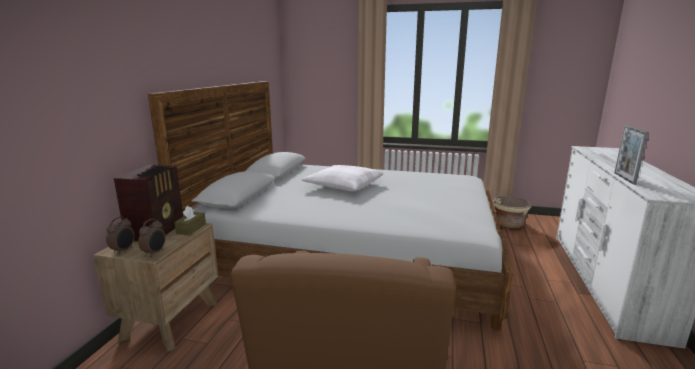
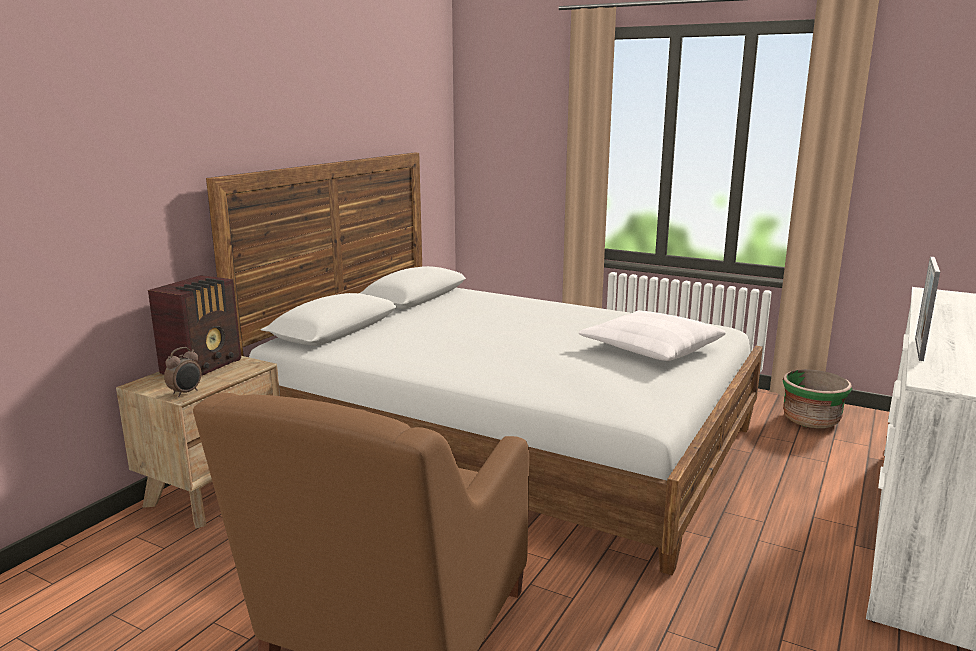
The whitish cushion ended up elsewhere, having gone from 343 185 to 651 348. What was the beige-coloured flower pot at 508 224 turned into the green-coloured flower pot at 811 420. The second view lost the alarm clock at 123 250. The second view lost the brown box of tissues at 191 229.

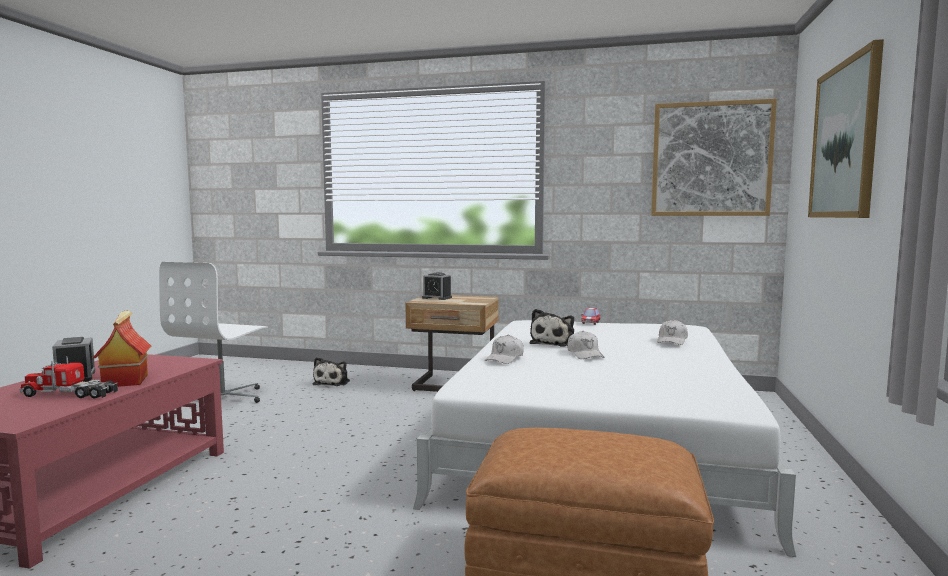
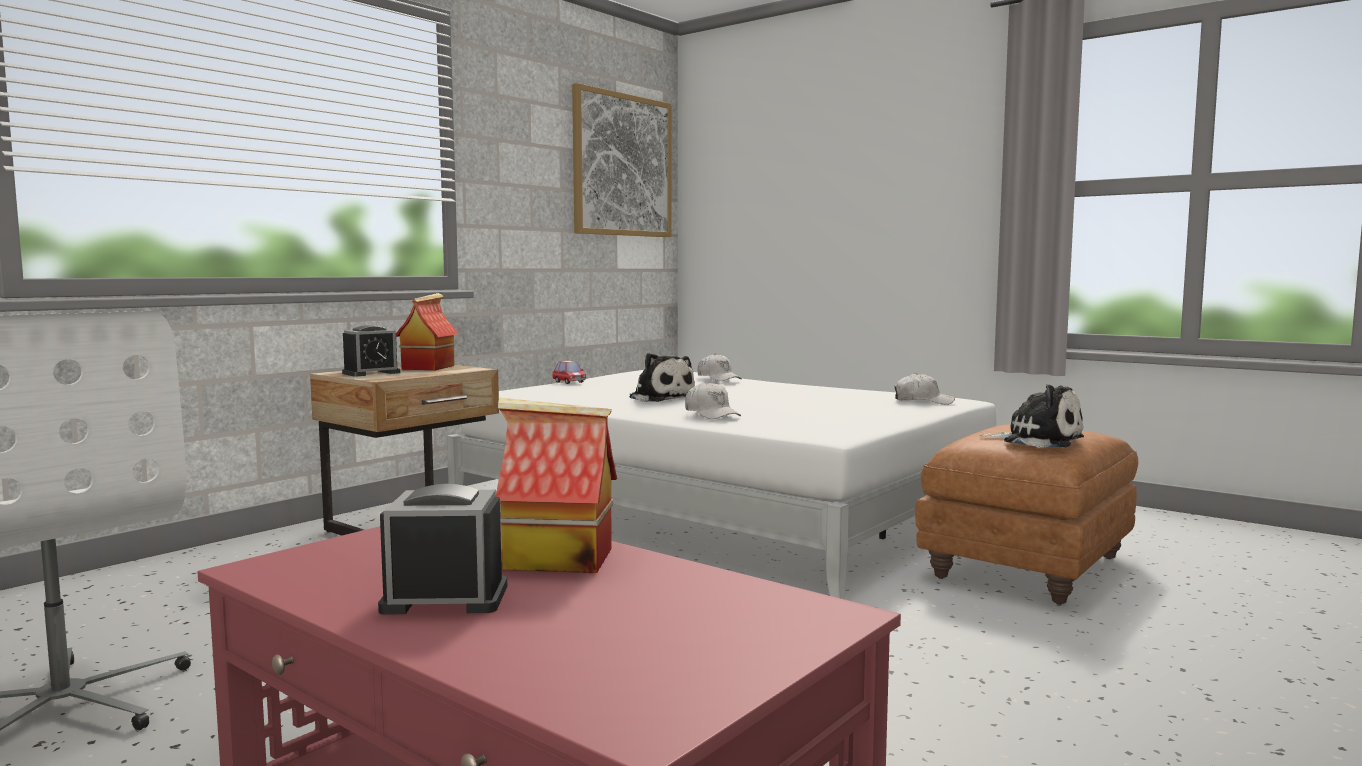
The second view gained the toy house at 428 367. The whitish baseball cap ended up elsewhere, having gone from 585 354 to 923 401. The plush toy ended up elsewhere, having gone from 333 382 to 1038 440. The second view lost the toy lorry at 70 394. The second view lost the picture at 844 140.

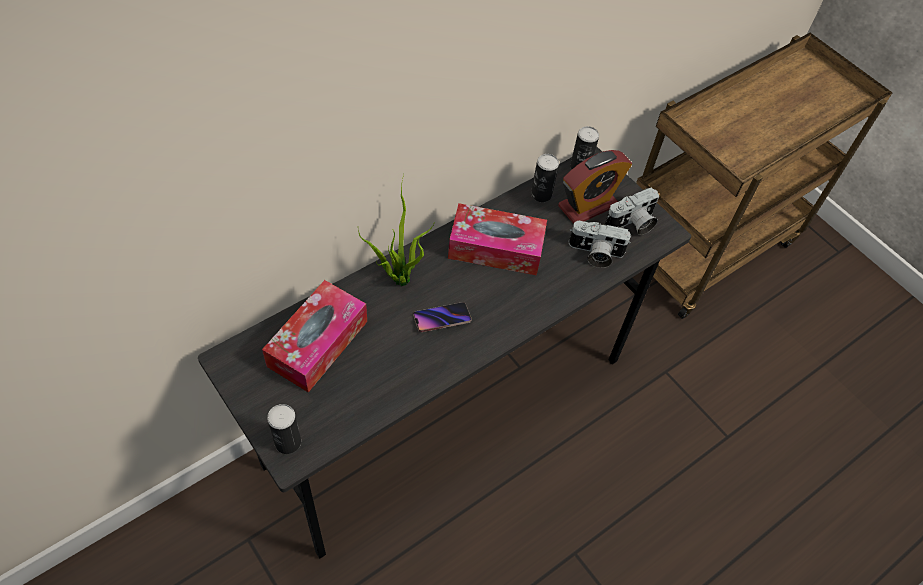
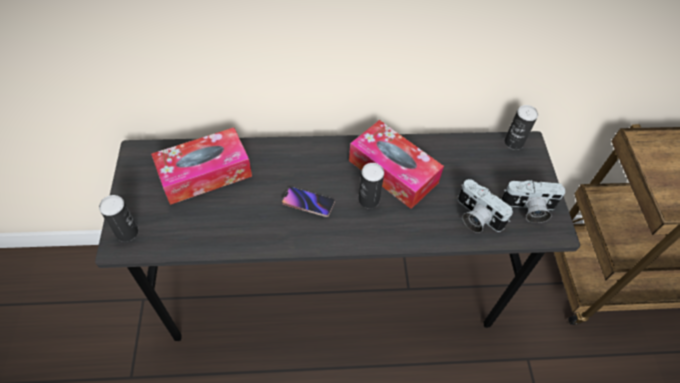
The metal can ended up elsewhere, having gone from 541 194 to 368 200. The second view lost the plant in a pot at 398 277. The second view lost the alarm clock at 588 206.

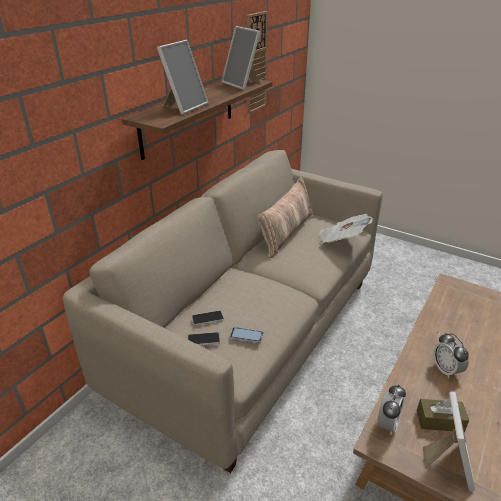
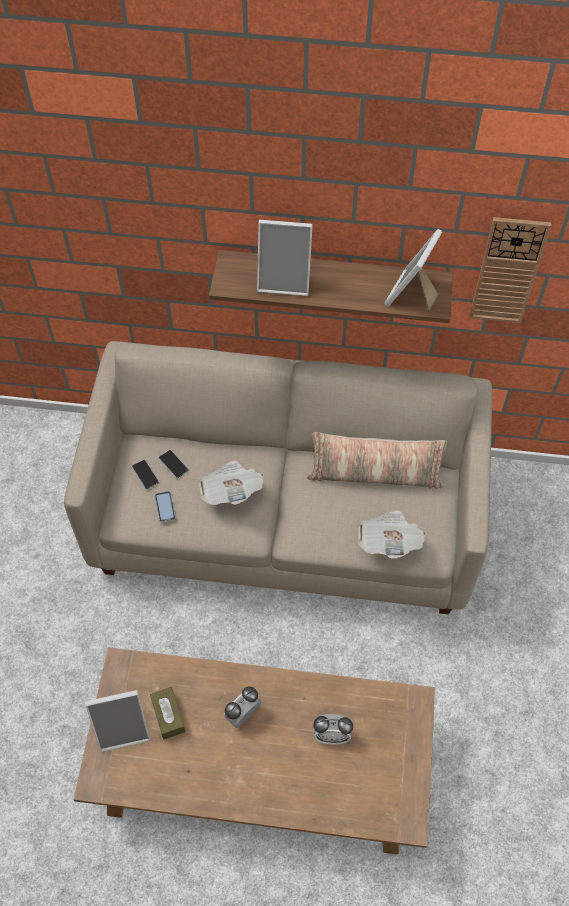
The second view gained the printed paper at 231 491. The alarm clock ended up elsewhere, having gone from 387 424 to 331 735.

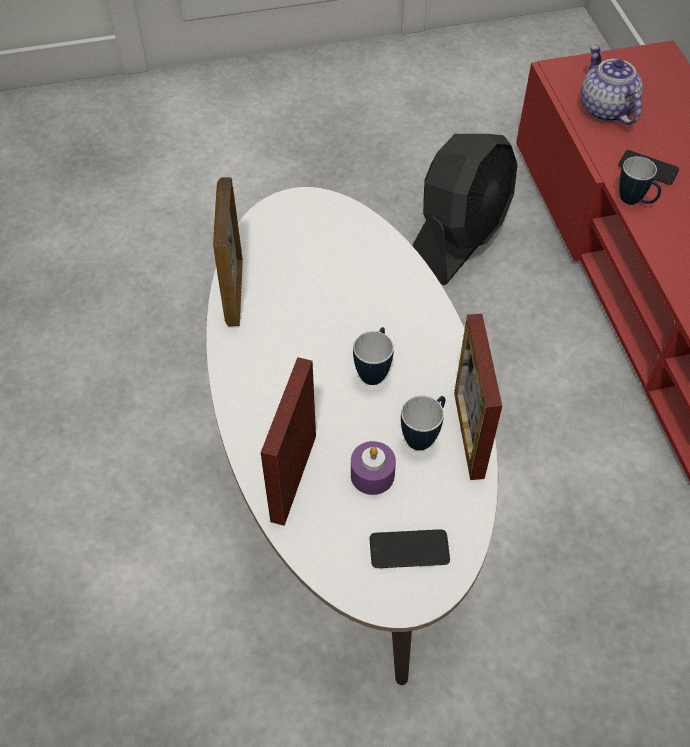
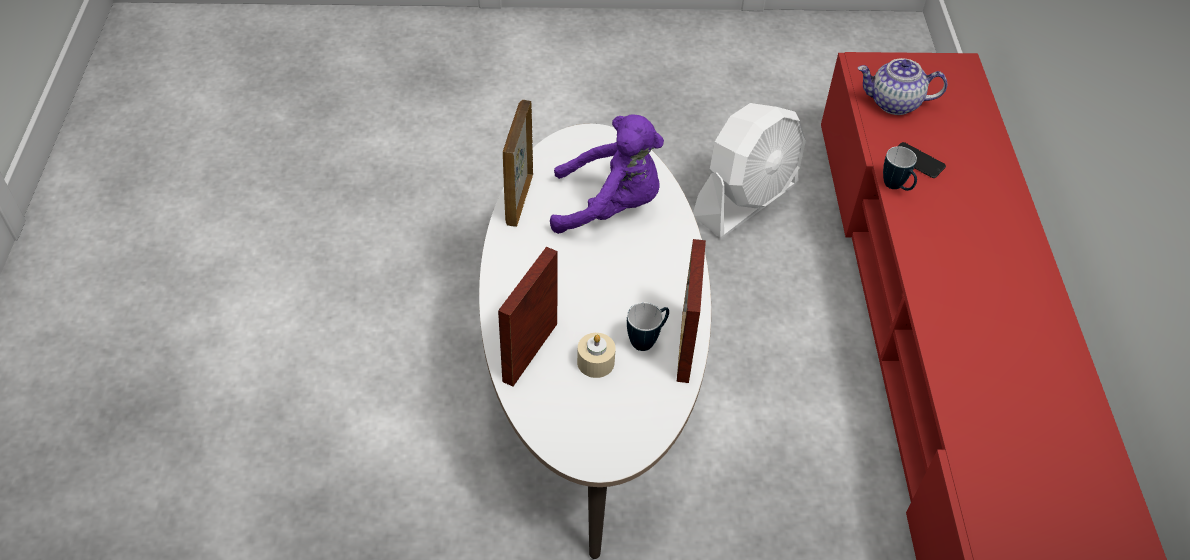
The second view gained the purplish plush toy at 610 206. What was the purplish candle at 372 475 turned into the beige-coloured candle at 595 362. What was the black-coloured cooling fan at 460 239 turned into the whitish cooling fan at 746 200. The pot for tea at 605 109 ended up facing another way, 75 degrees counterclockwise from before. The second view lost the mug at 374 370. The second view lost the handset at 409 549.

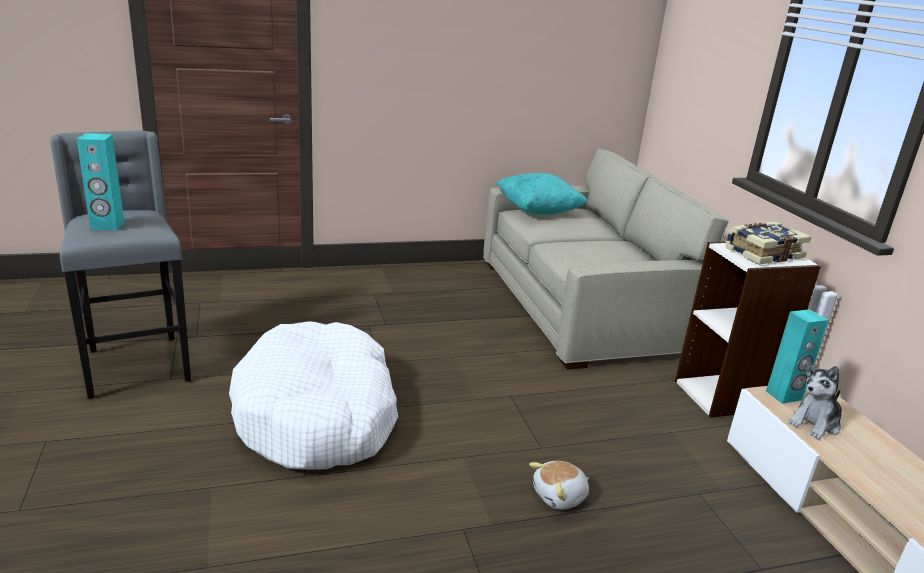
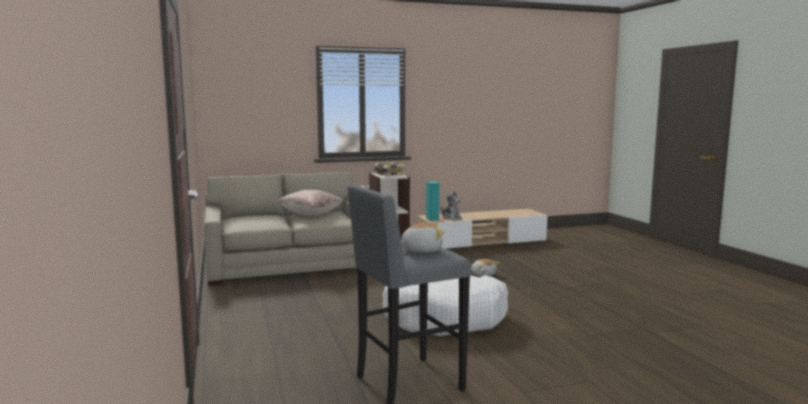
The second view gained the beige-coloured cushion at 310 215. Where the turquoise-coloured loudspeaker stood at 107 226, the plush toy came to stand at 421 250. The second view lost the turquoise-coloured cushion at 538 211.

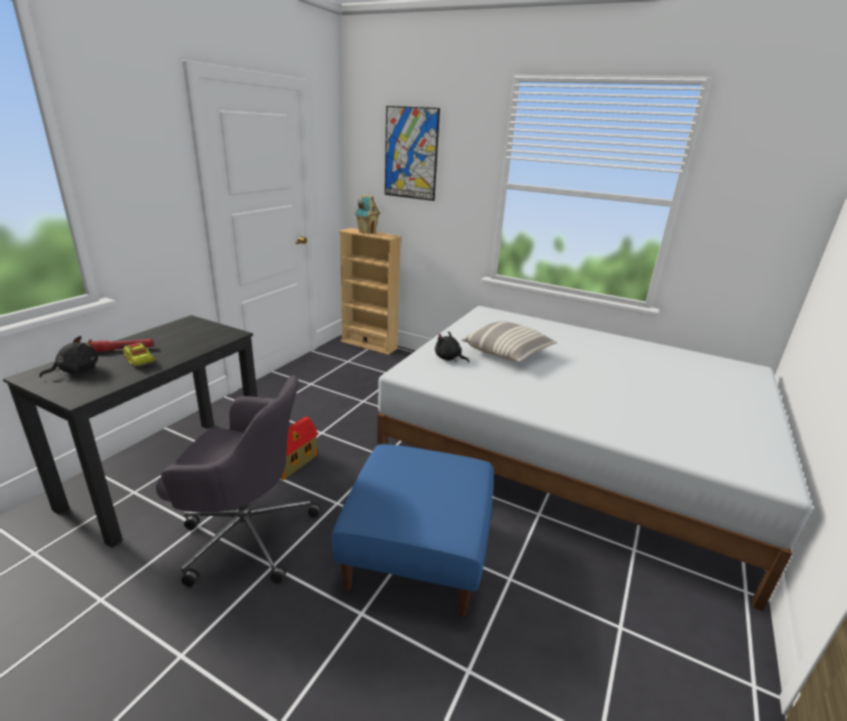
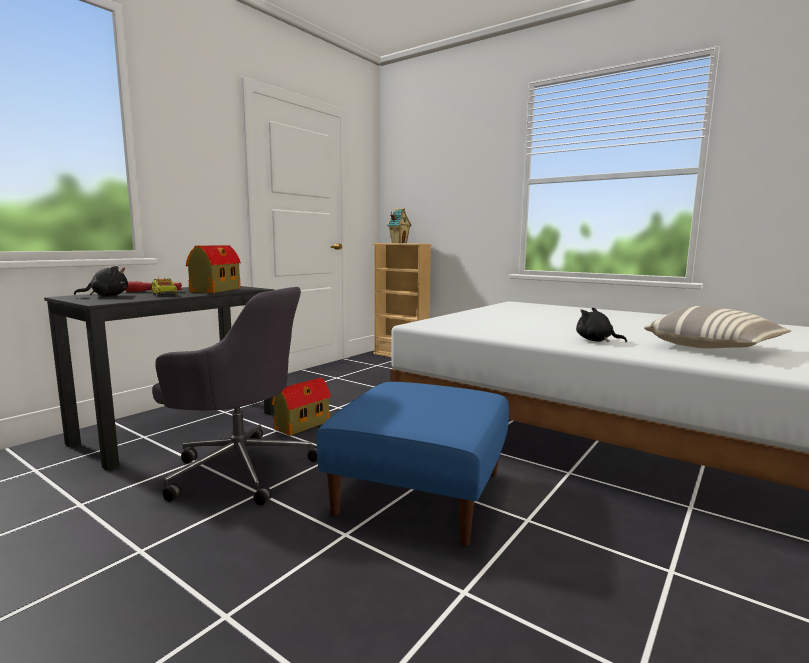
The second view gained the toy house at 215 290. The black-coloured plush toy ended up elsewhere, having gone from 449 358 to 596 341. The cushion ended up elsewhere, having gone from 507 353 to 713 348. The second view lost the picture at 411 153.

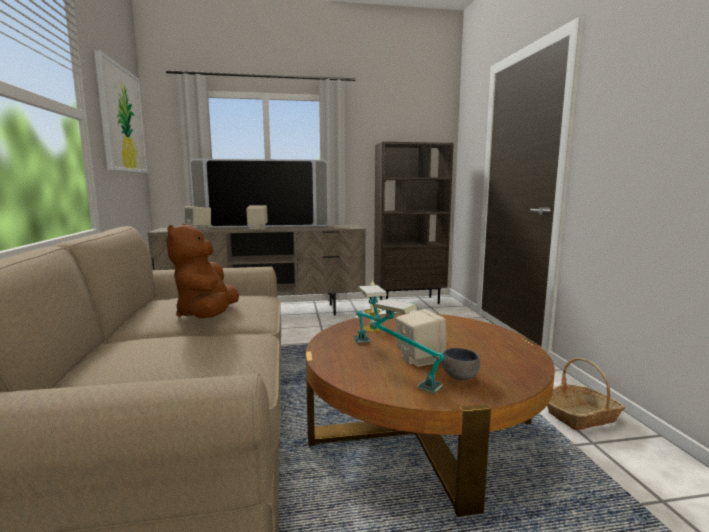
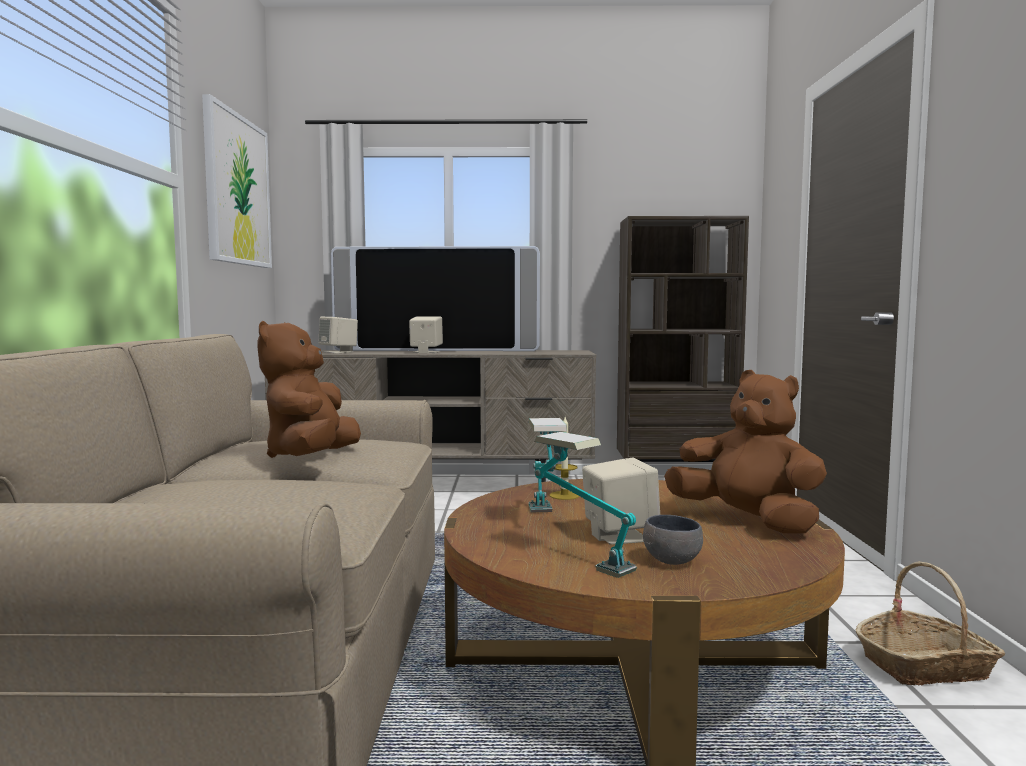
The second view gained the brown plush toy at 747 521.

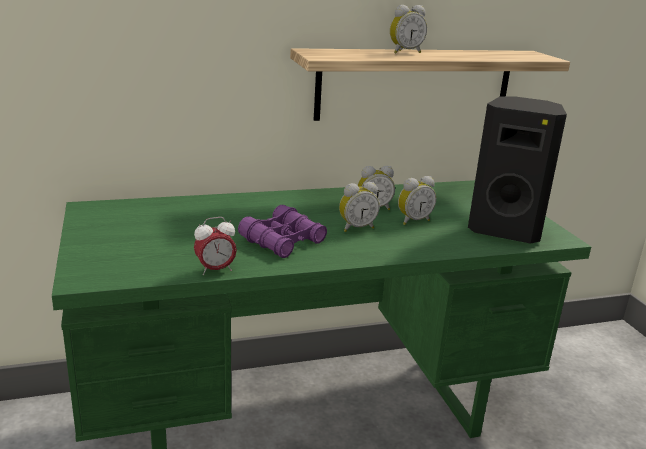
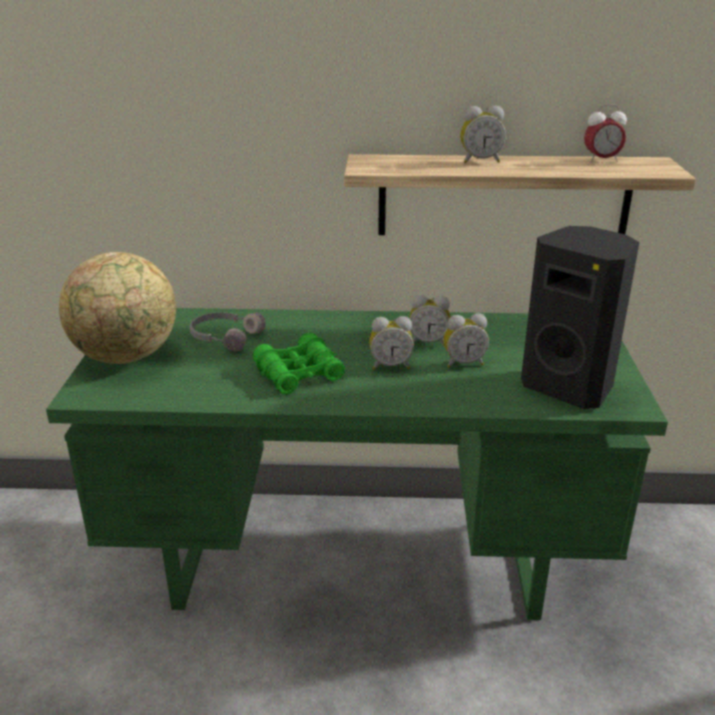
The second view gained the globe at 127 357. The second view gained the greyish headphones at 225 337. What was the purplish pair of binoculars at 283 241 turned into the green-coloured pair of binoculars at 299 373. The alarm clock ended up elsewhere, having gone from 215 270 to 601 160.

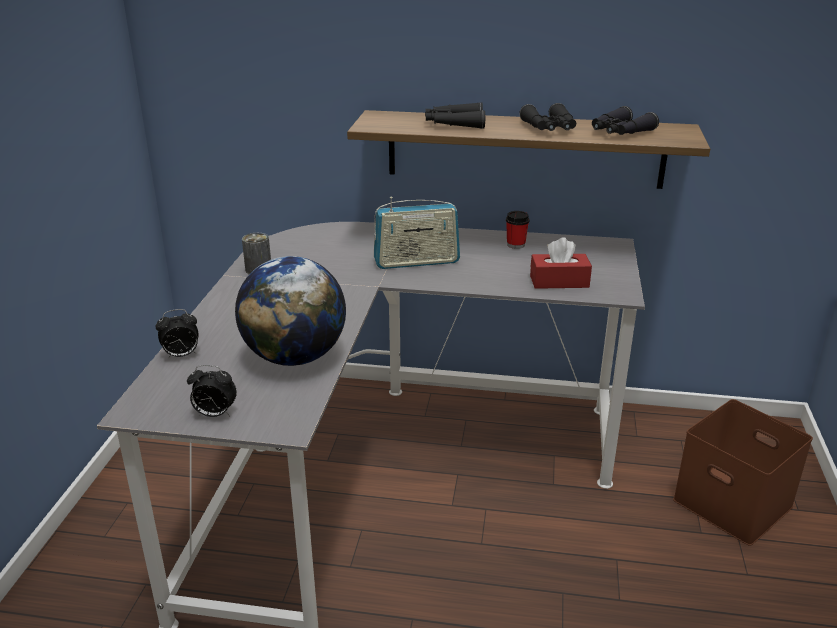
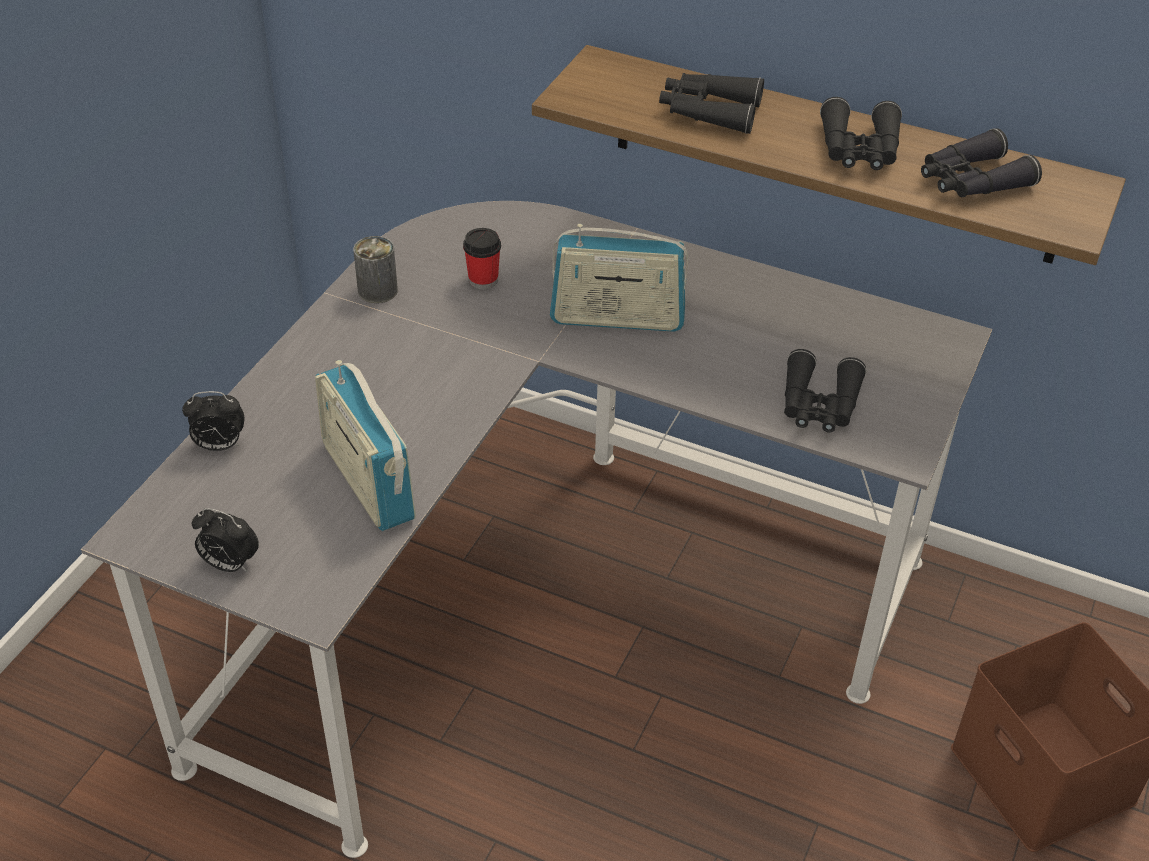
Where the globe stood at 295 357, the radio receiver came to stand at 368 482. The drinking cup ended up elsewhere, having gone from 516 245 to 483 280. Where the red-coloured box of tissues stood at 559 281, the black-coloured pair of binoculars came to stand at 819 405.

